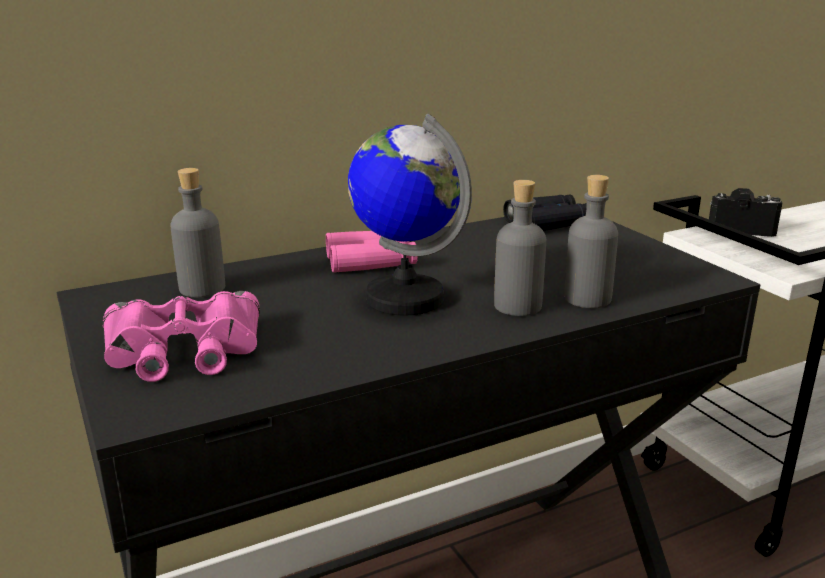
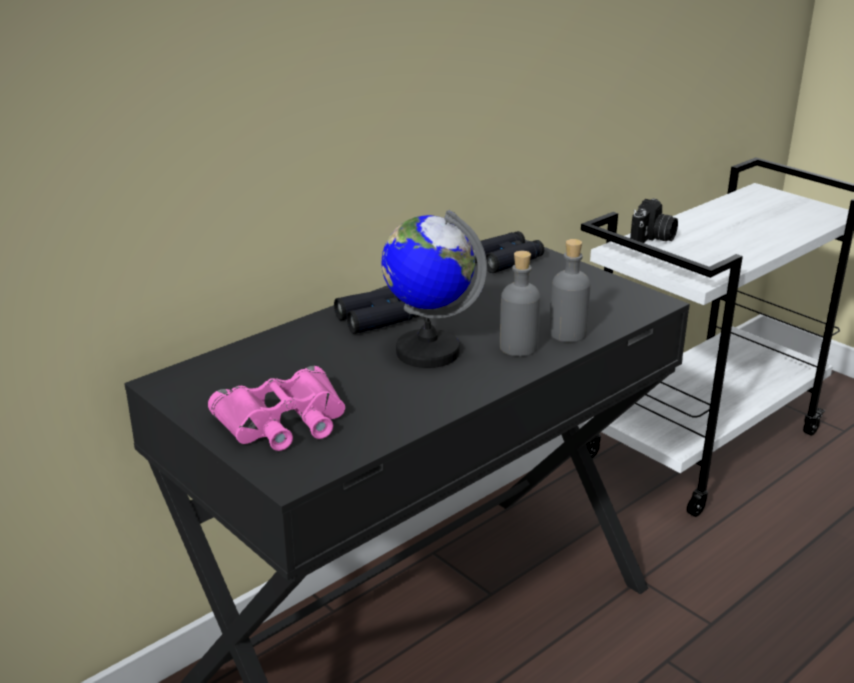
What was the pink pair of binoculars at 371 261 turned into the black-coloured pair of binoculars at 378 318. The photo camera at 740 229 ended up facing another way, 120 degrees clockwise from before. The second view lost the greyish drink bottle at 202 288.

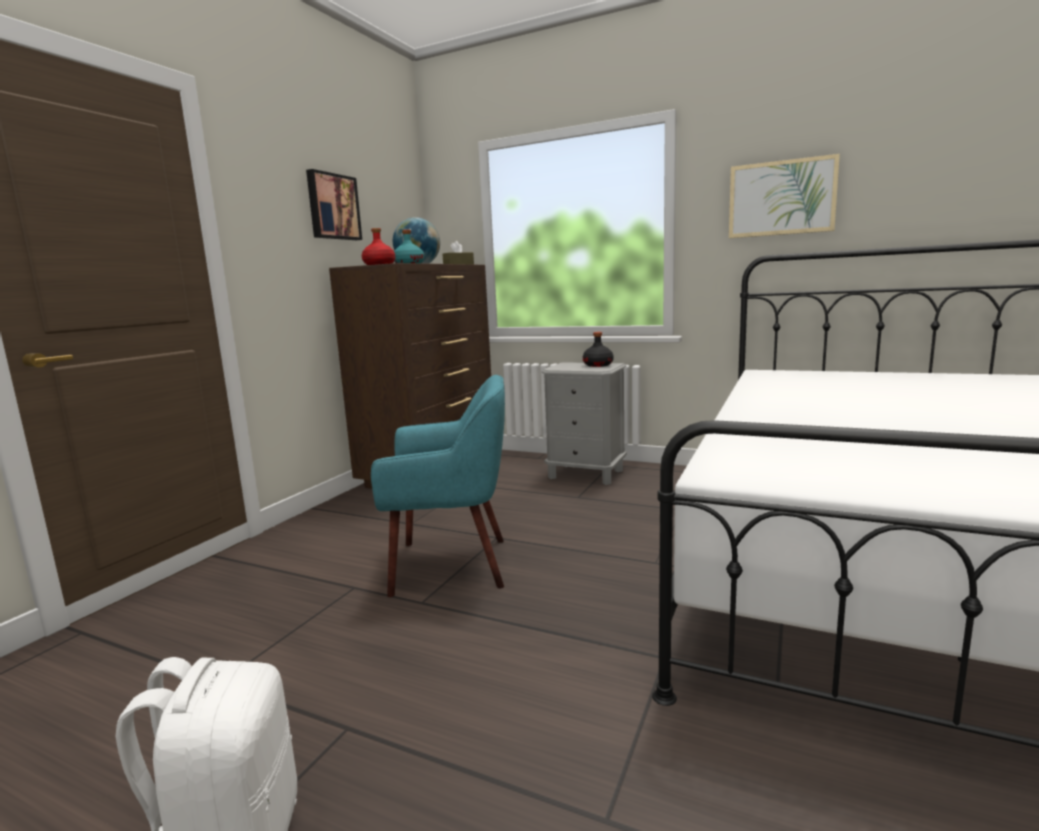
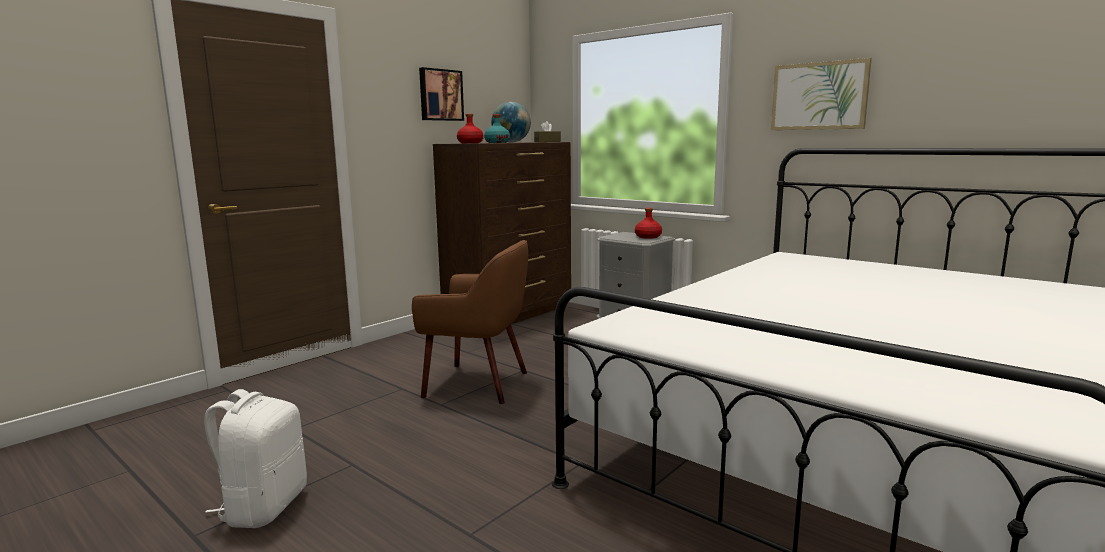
What was the turquoise-coloured armchair at 452 564 turned into the brown armchair at 478 384. What was the black-coloured drink bottle at 598 365 turned into the red-coloured drink bottle at 648 237.

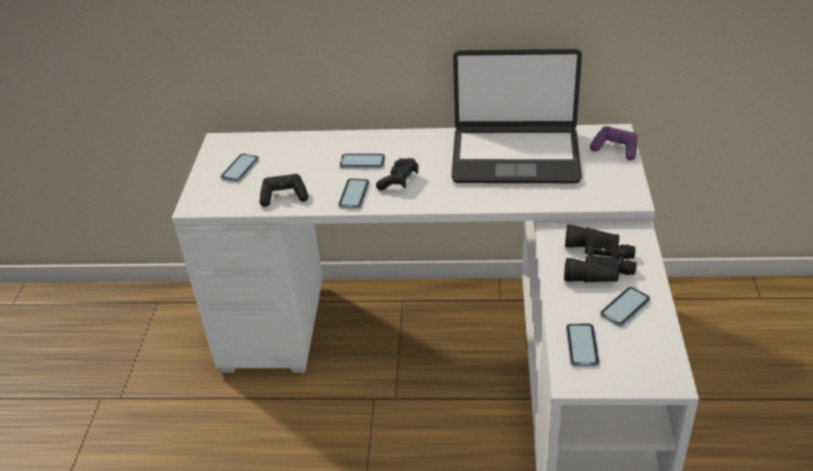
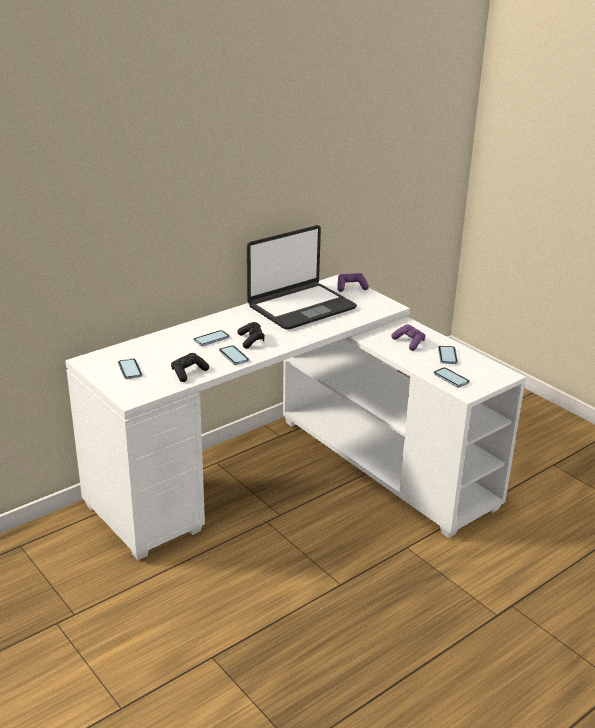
Where the black-coloured pair of binoculars stood at 599 263, the purplish gamepad came to stand at 409 342.

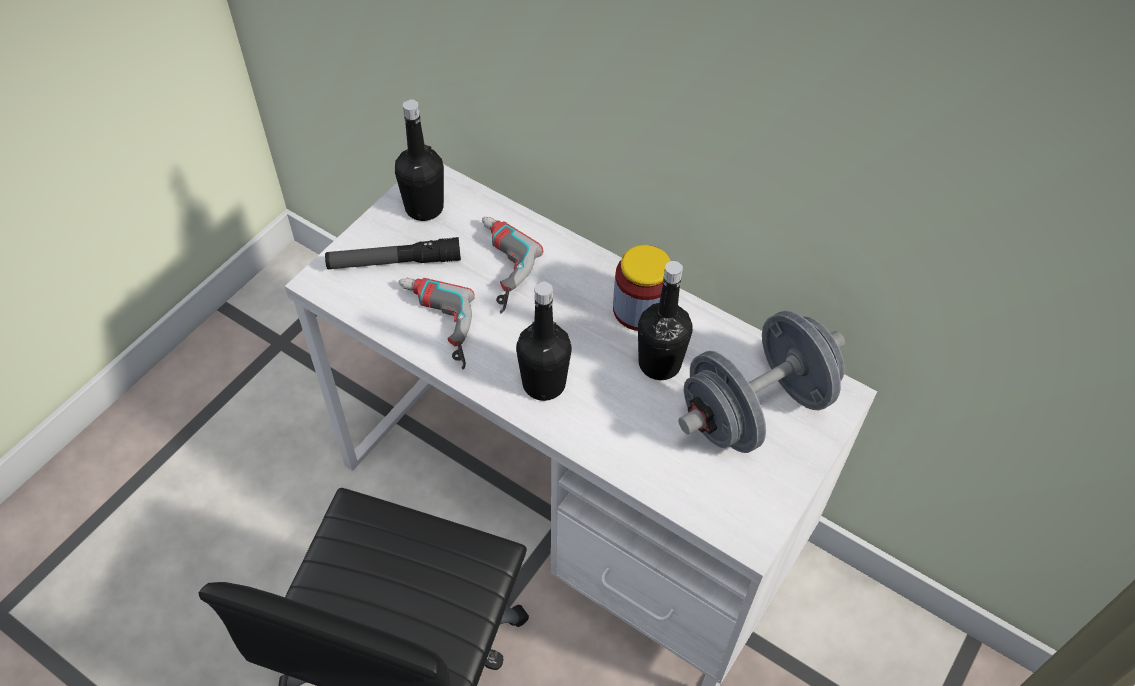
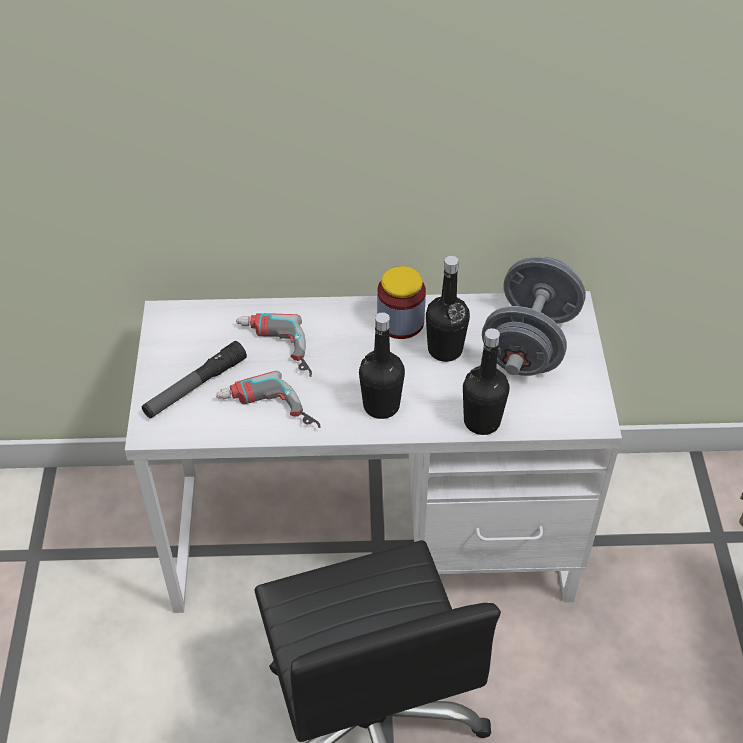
The black-coloured drink bottle ended up elsewhere, having gone from 424 208 to 482 421.

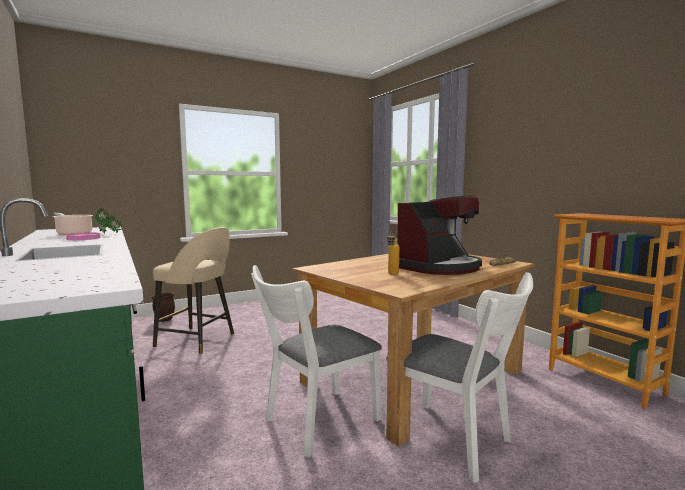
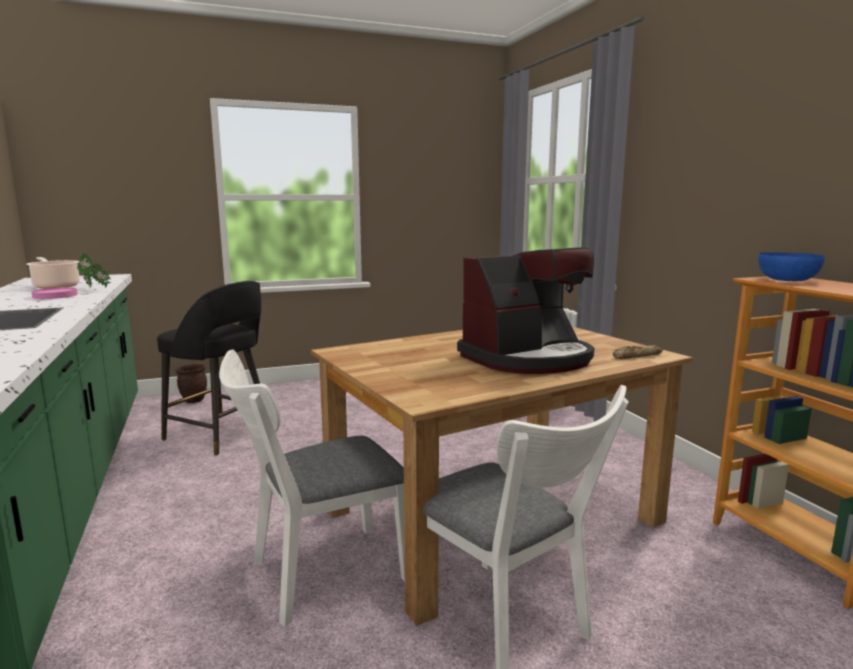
What was the beige-coloured stool seat at 197 340 turned into the black-coloured stool seat at 221 434. The second view gained the bluish bowl at 787 280. The second view lost the drink bottle at 392 274.

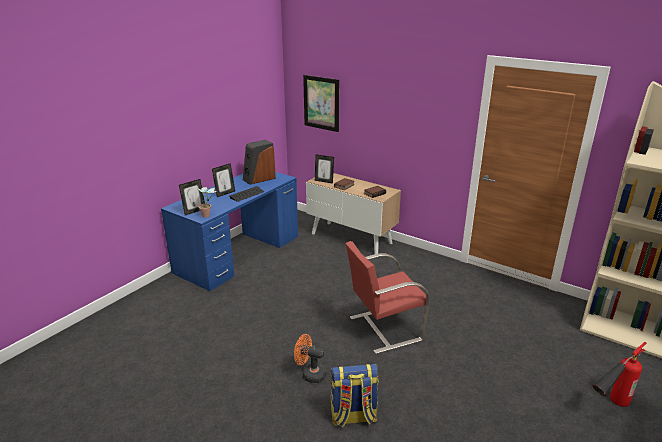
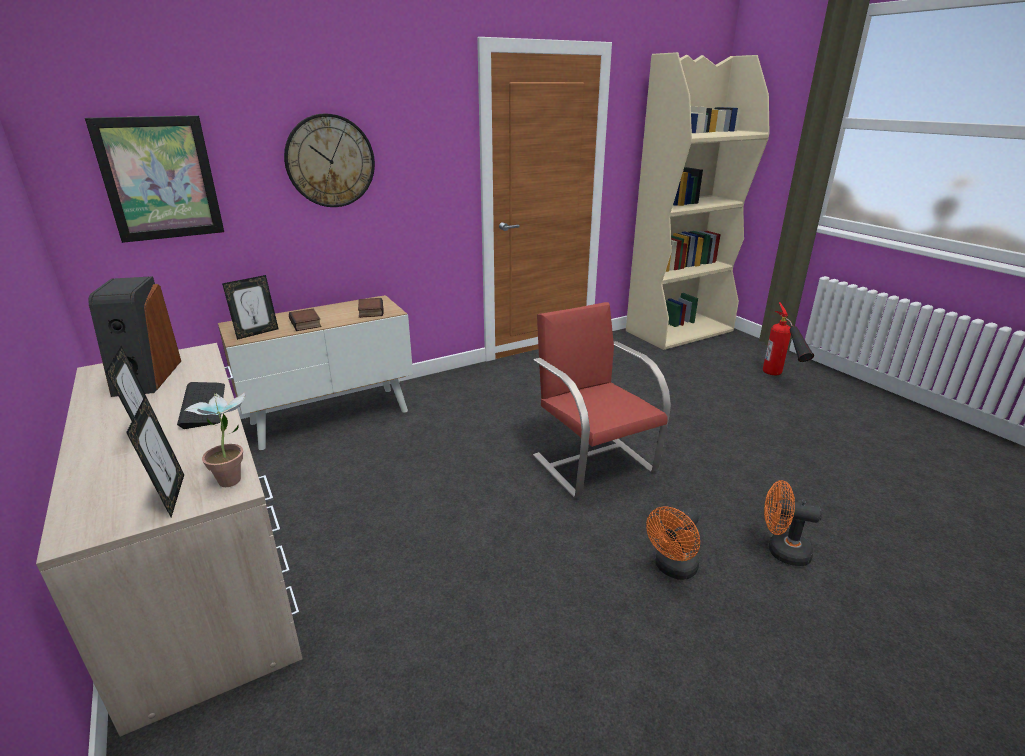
What was the bluish desk table at 239 253 turned into the beige-coloured desk table at 201 565. The second view gained the wall clock at 330 161. The red-coloured chair at 383 328 ended up facing another way, 150 degrees clockwise from before. Where the rucksack stood at 353 417, the orange-coloured cooling fan came to stand at 781 551.

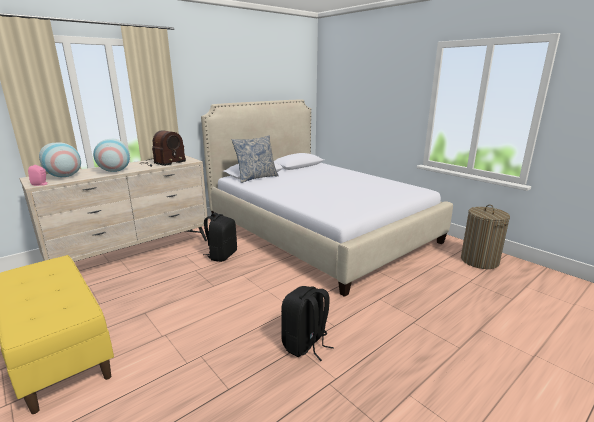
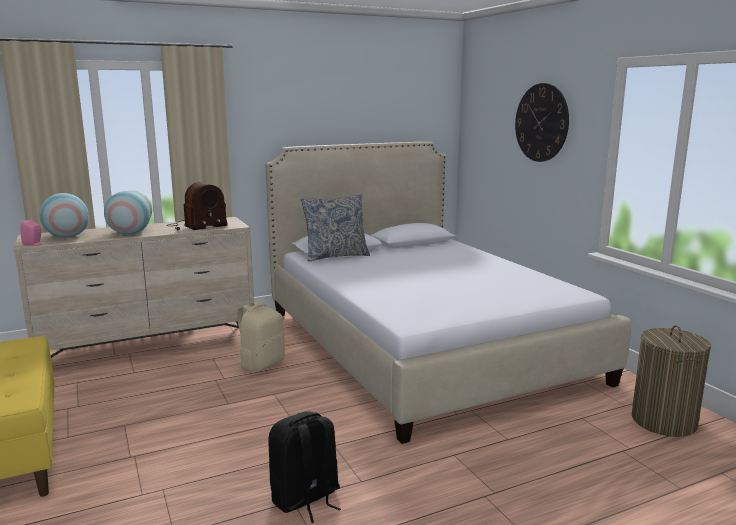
What was the black-coloured rucksack at 222 255 turned into the beige-coloured rucksack at 261 364. The second view gained the wall clock at 541 122.

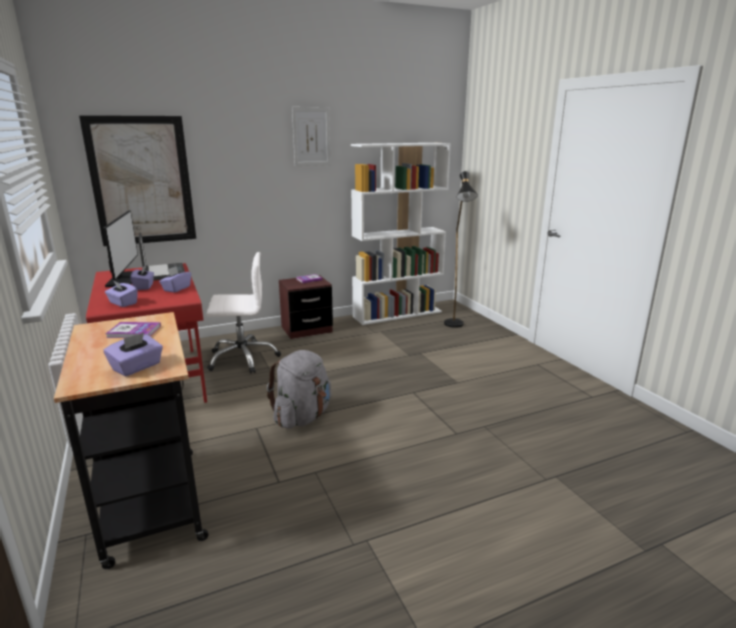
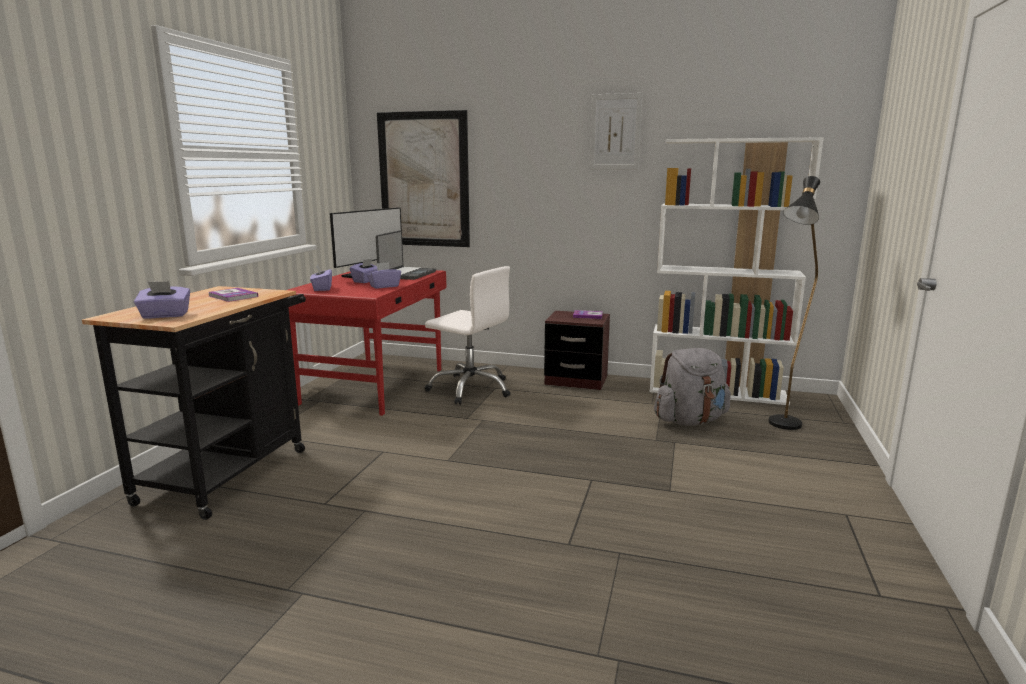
The greyish rucksack ended up elsewhere, having gone from 302 417 to 690 421.

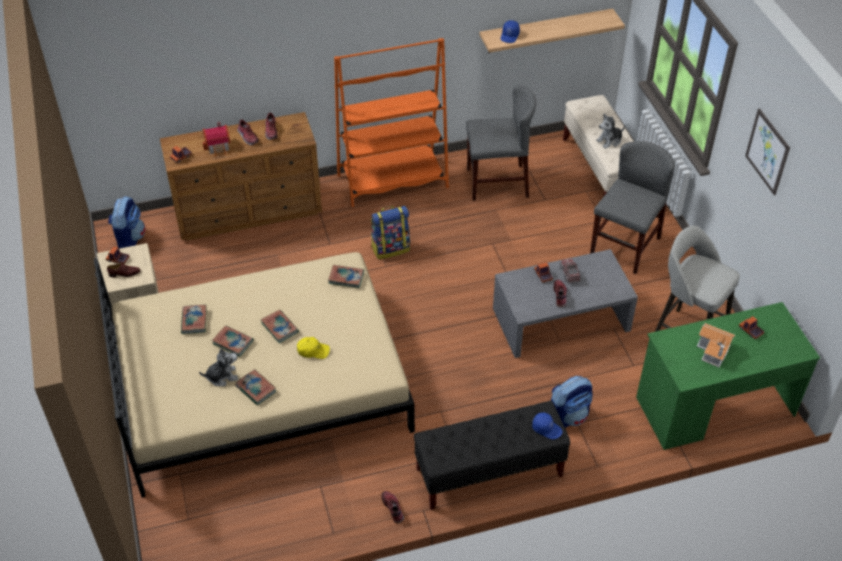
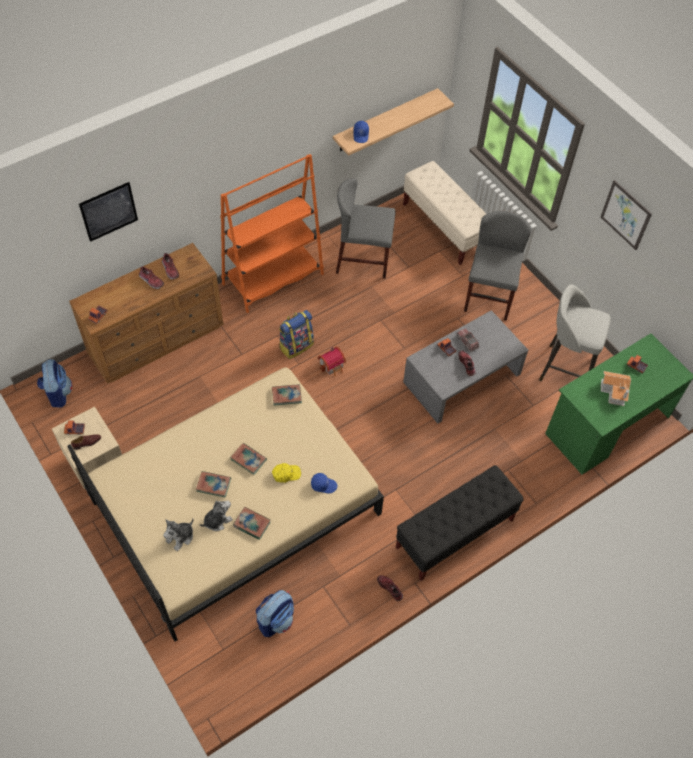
The second view gained the picture at 109 211. The plush toy ended up elsewhere, having gone from 609 141 to 180 537. The rucksack ended up elsewhere, having gone from 568 416 to 276 620. The bluish baseball cap ended up elsewhere, having gone from 547 429 to 324 485. The toy house ended up elsewhere, having gone from 219 147 to 332 366. The greyish chair at 497 183 ended up facing another way, 150 degrees counterclockwise from before. The second view lost the bound book at 194 321.

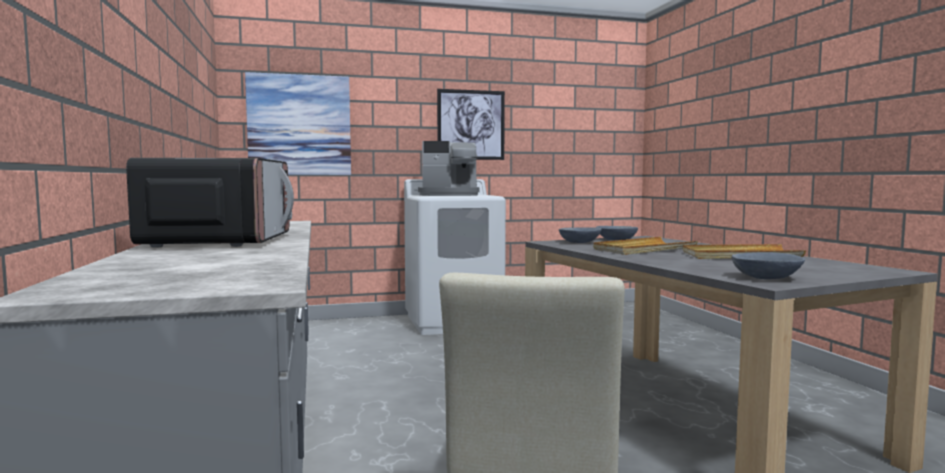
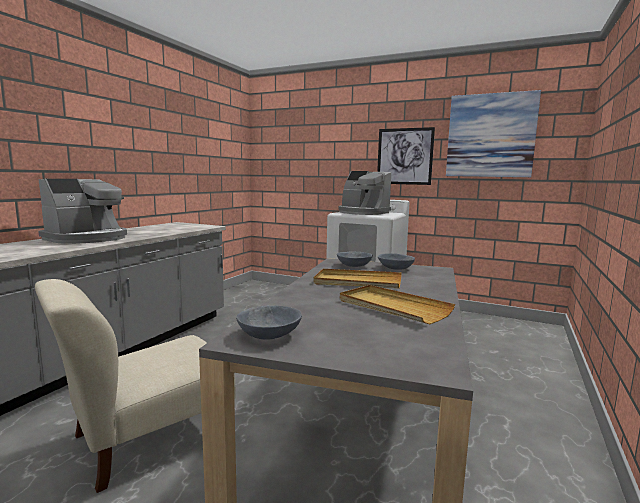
Where the microwave oven stood at 220 241, the coffee brewer came to stand at 88 238. The picture ended up elsewhere, having gone from 299 125 to 490 135.

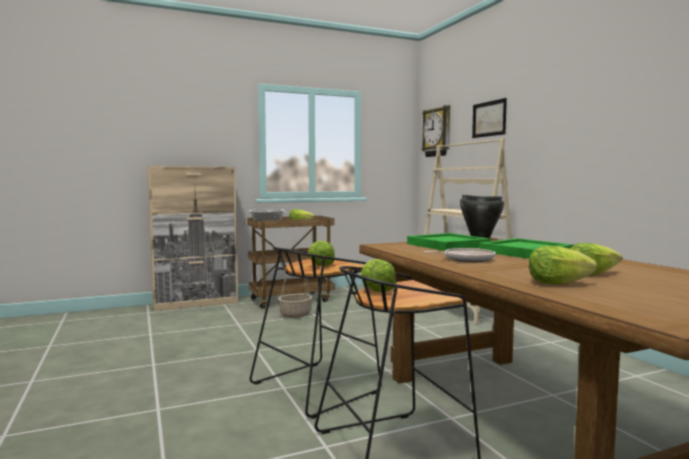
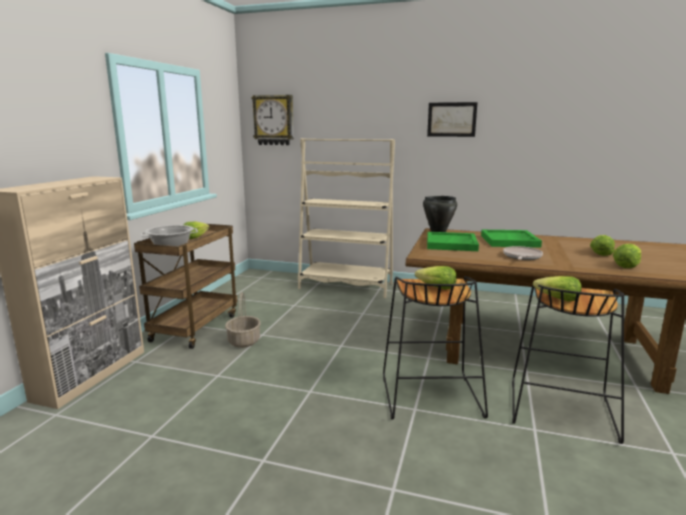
The picture ended up elsewhere, having gone from 489 119 to 451 119.

